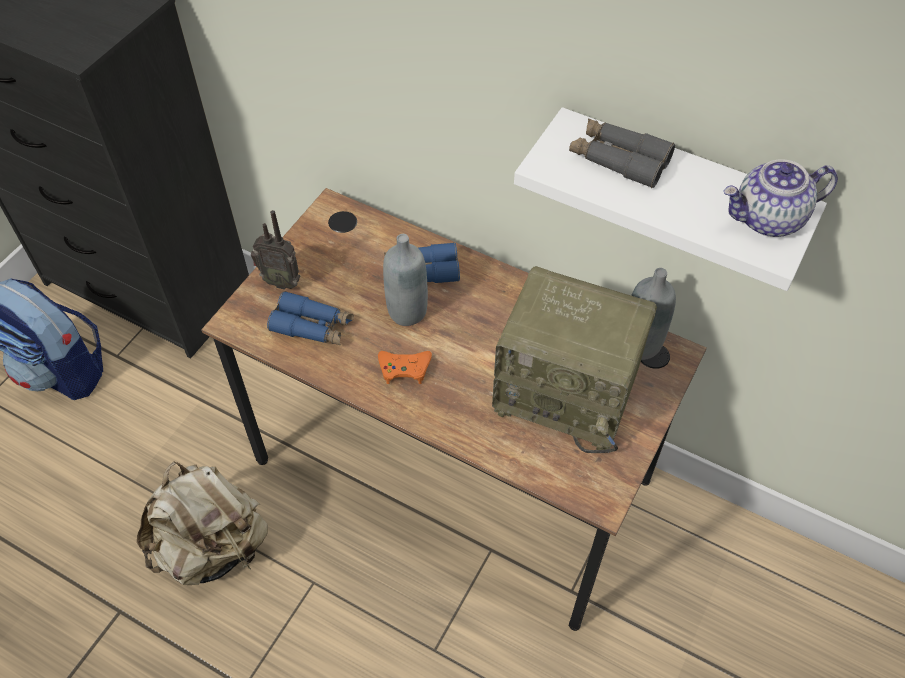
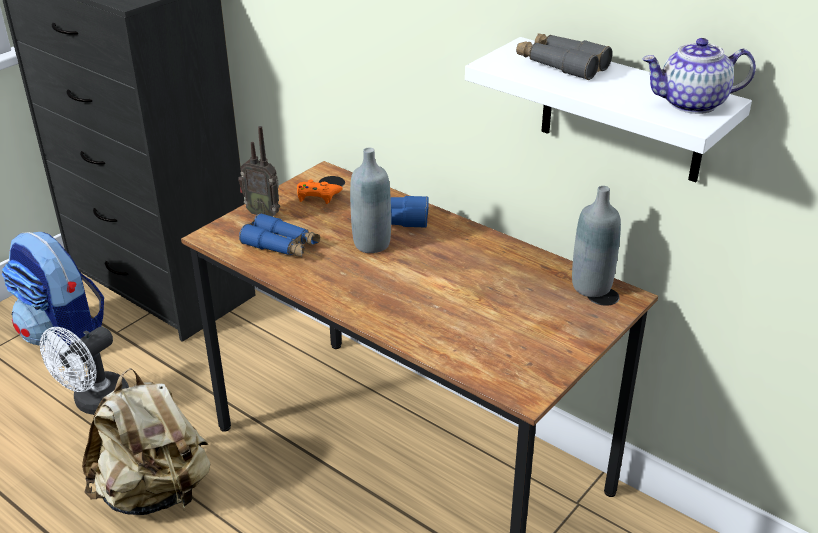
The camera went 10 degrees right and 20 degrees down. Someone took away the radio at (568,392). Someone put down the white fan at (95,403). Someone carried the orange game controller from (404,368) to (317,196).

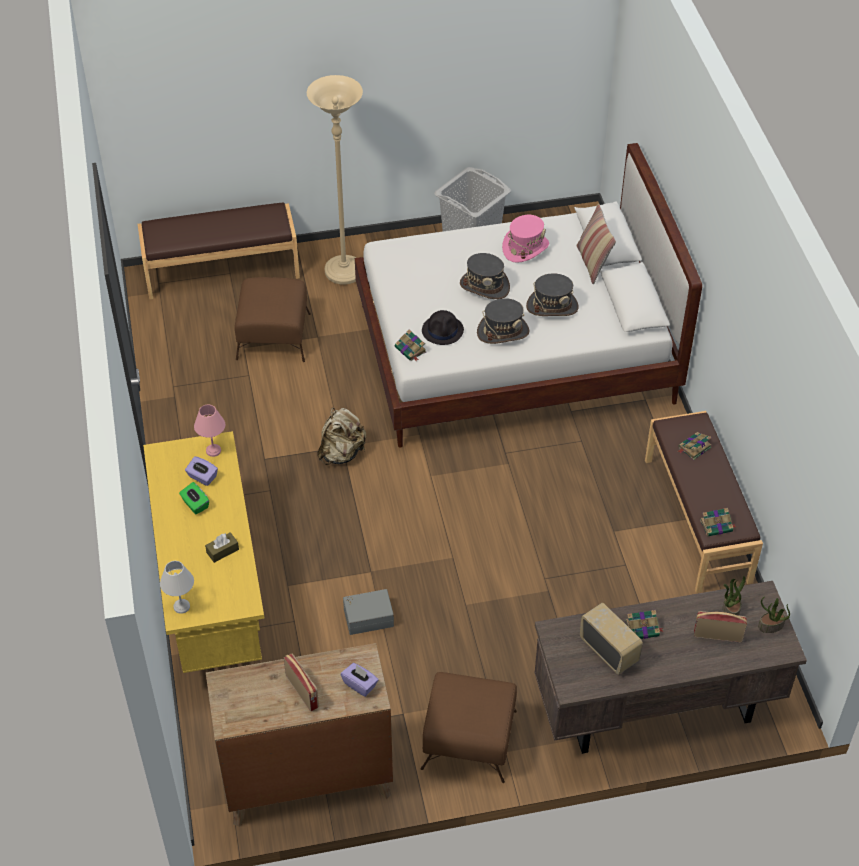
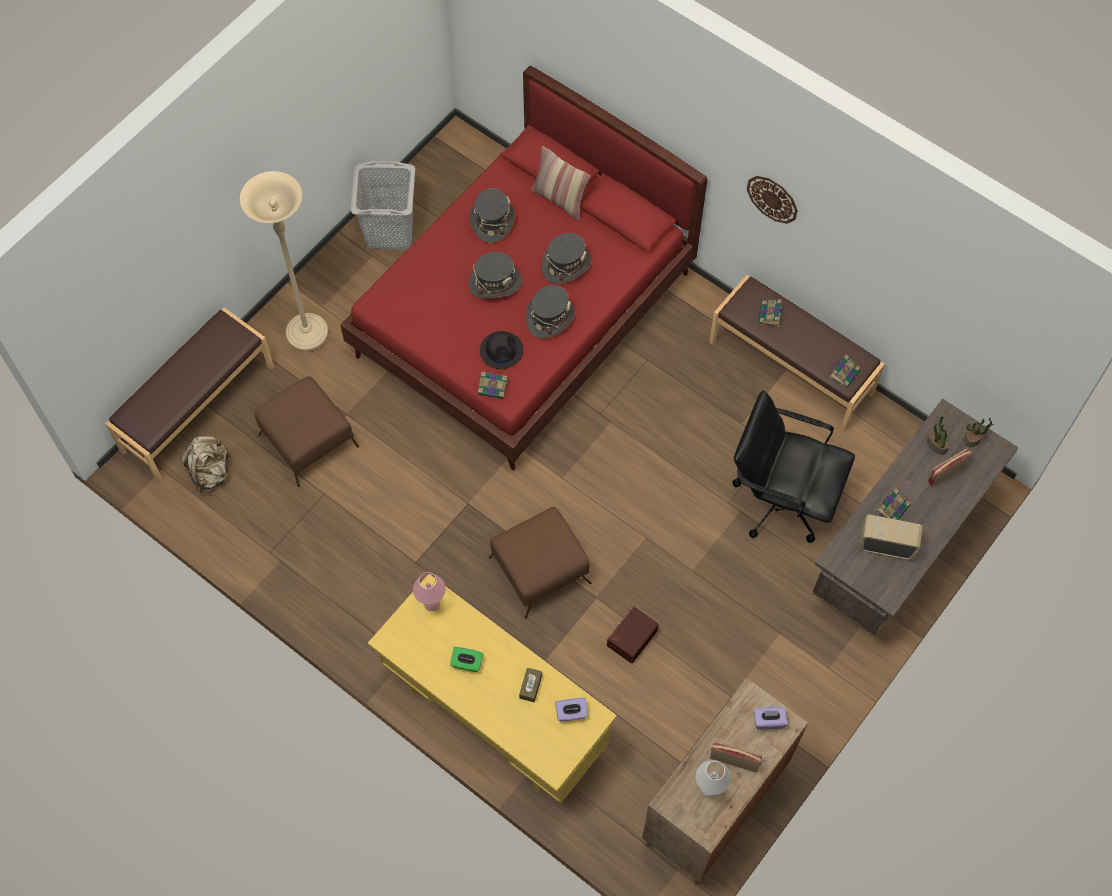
The camera went 40 degrees left and 15 degrees up. Someone put down the black office chair at (781,499). Someone put up the wall clock at (772,199). Someone carried the white table lamp from (181,606) to (708,788). Someone carried the purple tissue box from (202,477) to (571,713). Someone carried the beige backpack from (341,453) to (210,472). Someone carried the brown ottoman from (468,739) to (539,570). Someone repainted the grey storage box at (368,616), which became the brown storage box at (631,637). Someone repainted the white bed at (515,354), which became the red bed at (524,315). Someone repainted the pink hat at (525,248), which became the grey hat at (492,221).

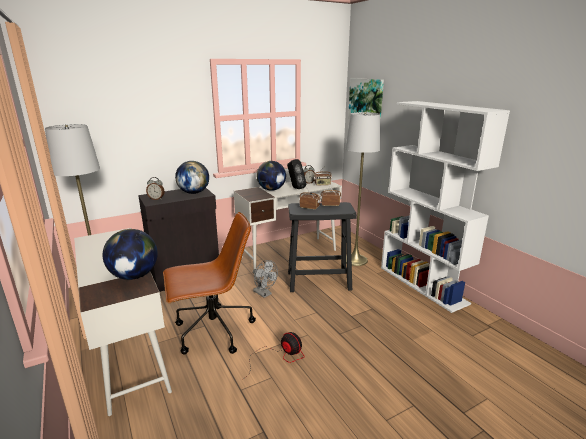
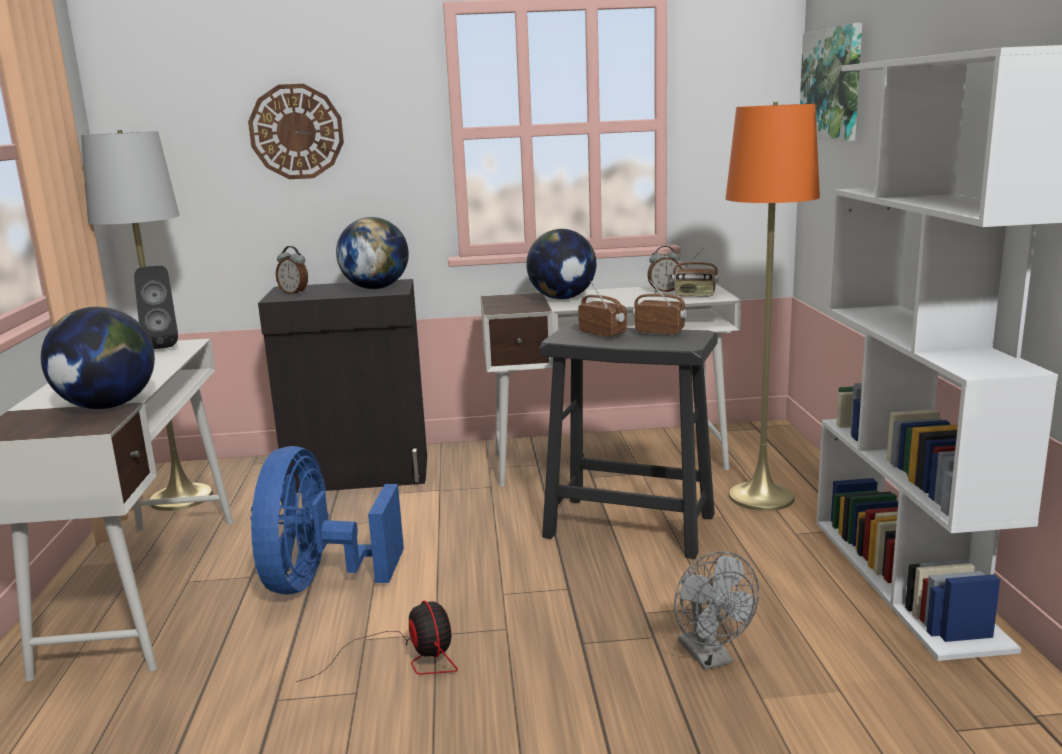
The camera went 25 degrees right and 5 degrees down. Someone put up the wall clock at (296,132). Someone carried the grey fan from (264,294) to (710,658). Someone carried the black speaker from (295,188) to (163,346). Someone swapped the brown office chair at (212,331) for the blue fan at (319,581). Someone repainted the grey floor lamp at (355,260), which became the orange floor lamp at (761,496).

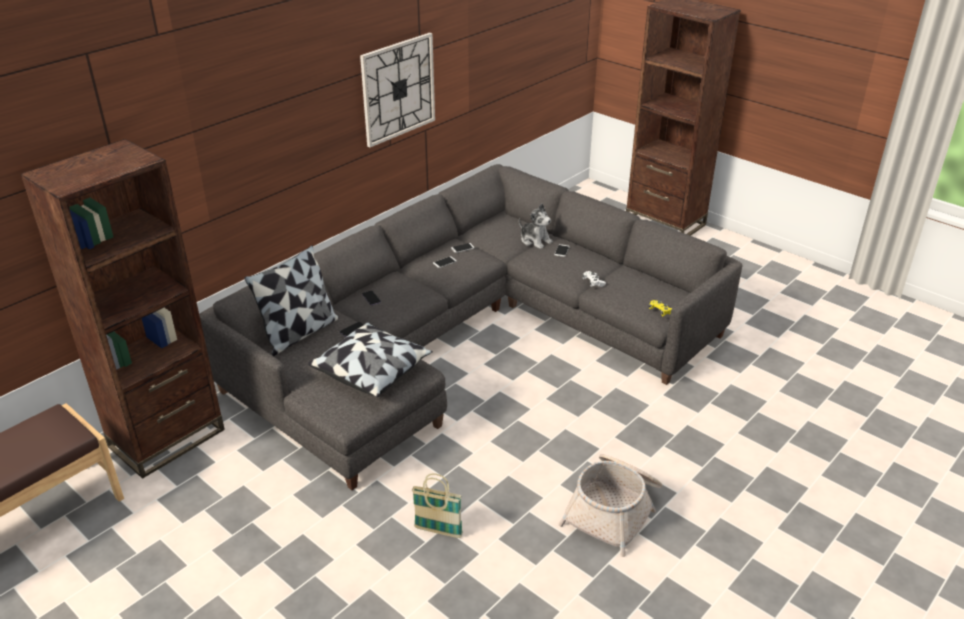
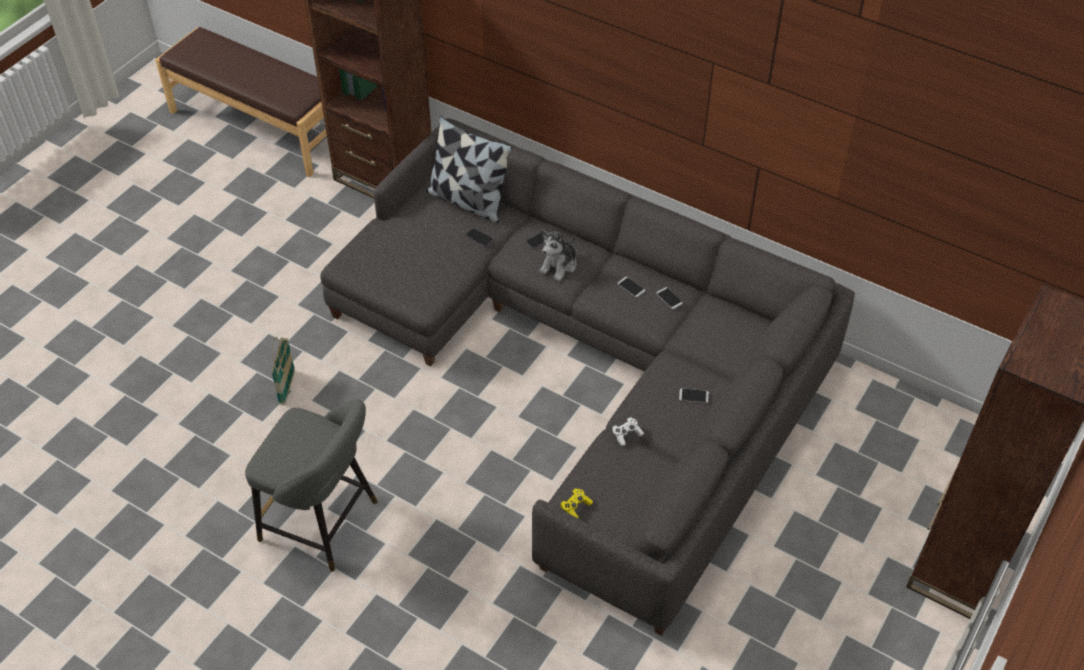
The camera went 80 degrees right and 15 degrees up. Someone took away the pillow at (372,371). Someone took away the wall clock at (398,89). Someone carried the plush toy from (535,240) to (559,265). Someone swapped the basket at (614,510) for the grey stool at (324,523).

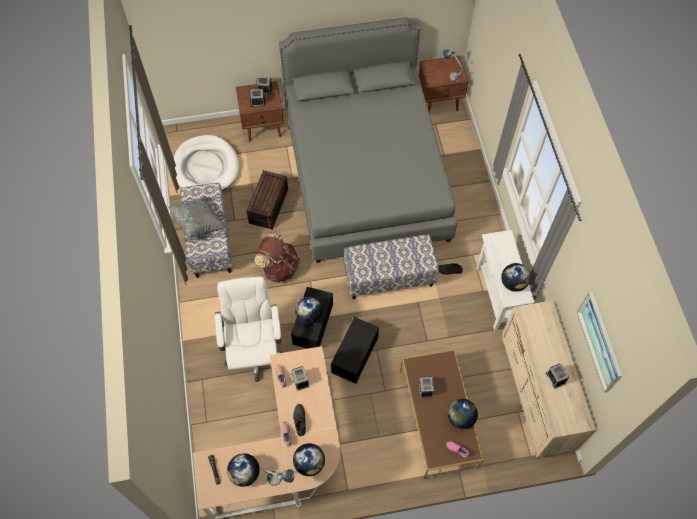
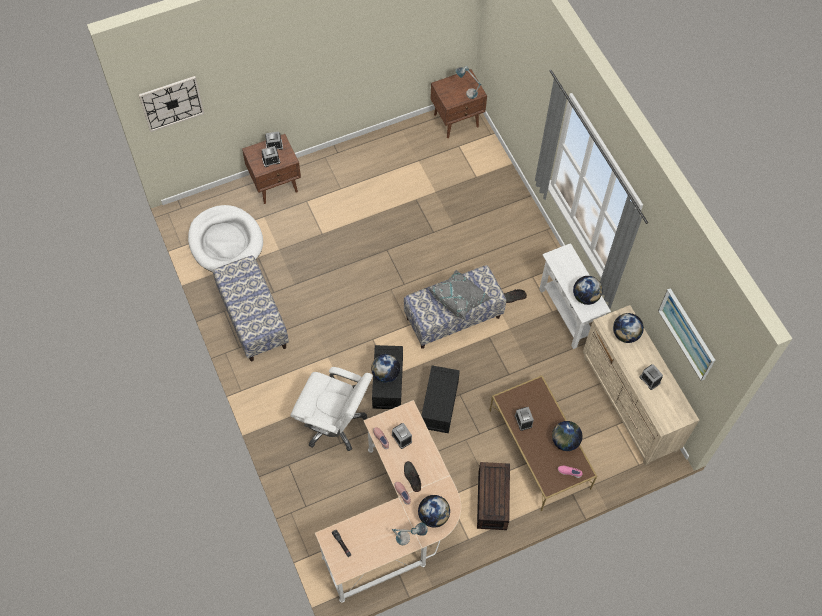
The camera went 15 degrees left and 0 degrees up. Someone took away the brown backpack at (279,267). Someone took away the grey bed at (365,174). Someone put up the wall clock at (172,103). Someone carried the grey pillow from (199,223) to (459,299). Someone carried the globe from (245,473) to (625,334). Someone carried the brown storage box from (268,205) to (491,499). Someone rotated the white office chair at (254,350) by 135 degrees clockwise.

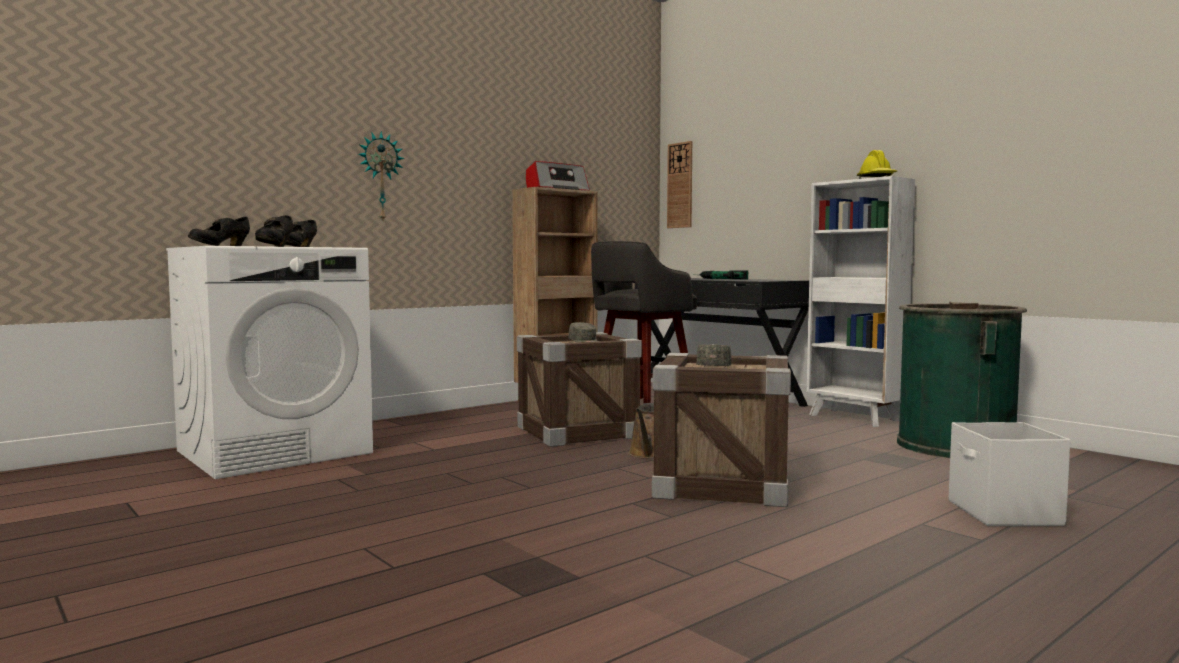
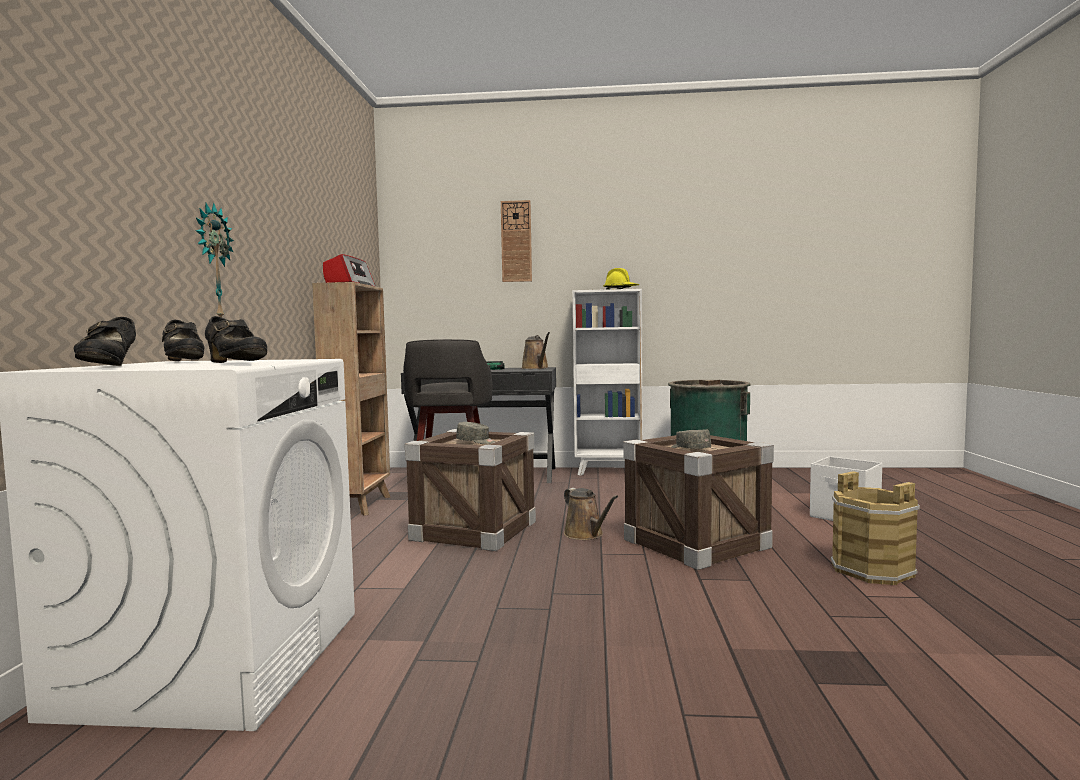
The camera went 45 degrees left and 0 degrees up. Someone put down the brown watering can at (536,368). Someone put down the brown bucket at (872,570). Someone carried the wall clock from (680,185) to (516,241).

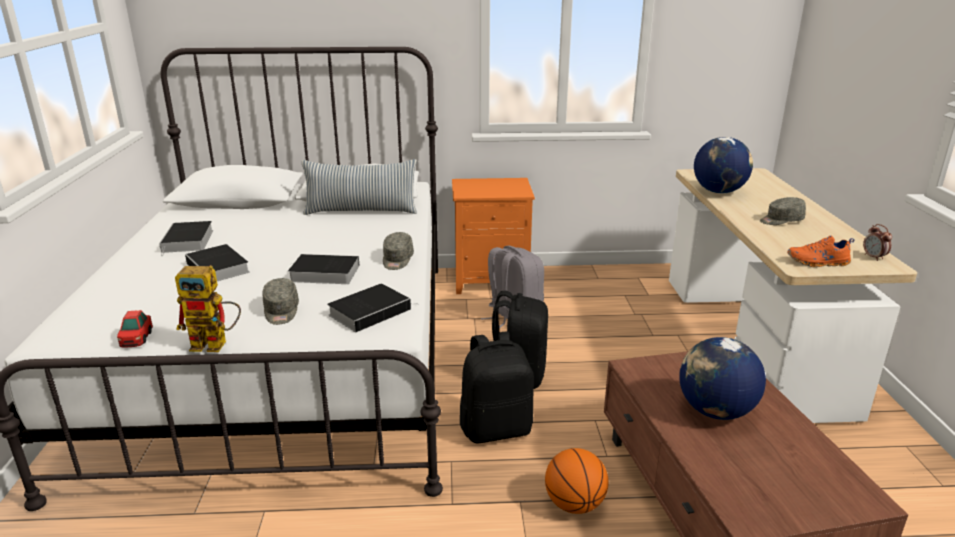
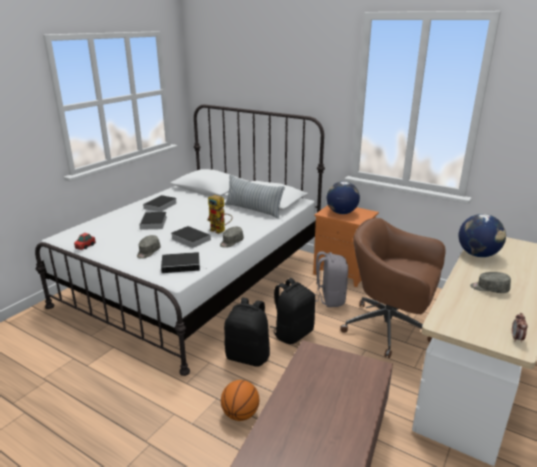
The camera went 35 degrees right and 0 degrees up. Someone took away the orange shoe at (818,263). Someone put down the brown office chair at (389,329). Someone carried the toy robot from (217,344) to (220,231). Someone carried the globe from (715,411) to (341,213).

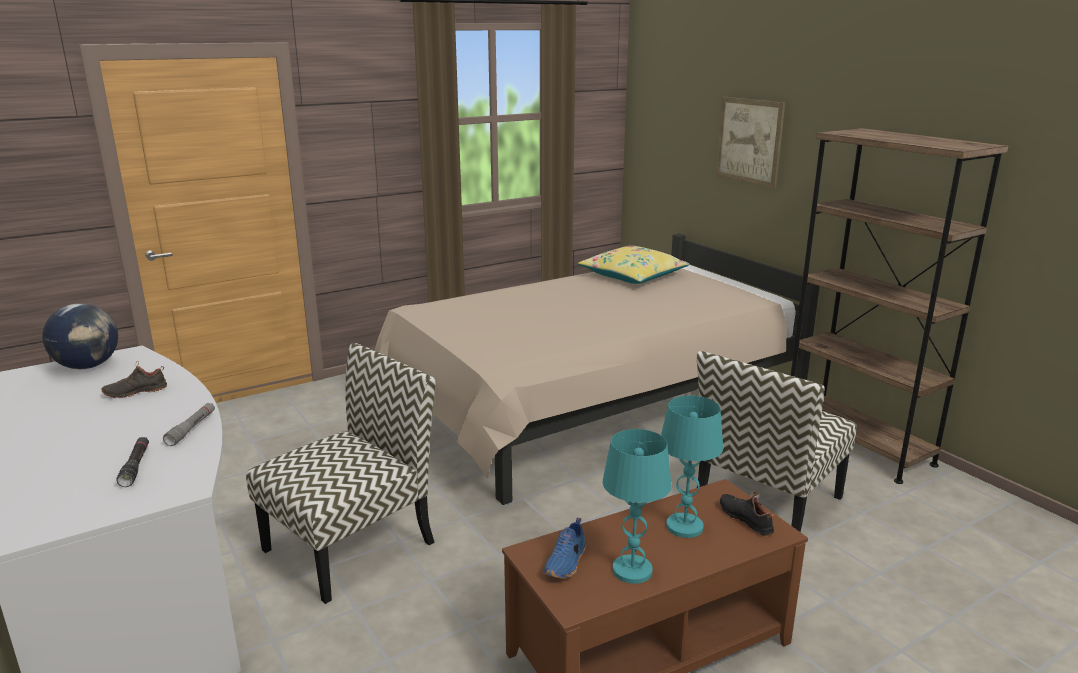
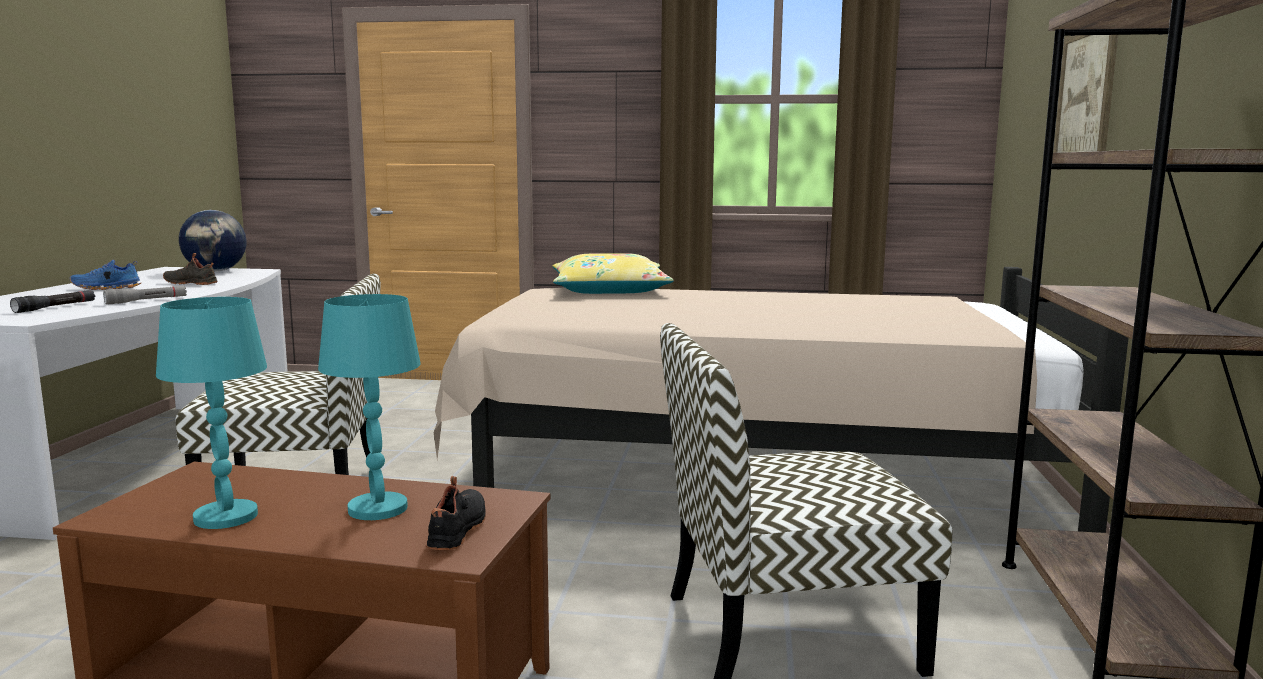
The camera went 40 degrees right and 10 degrees down. Someone carried the blue shoe from (567,563) to (106,288). Someone carried the yellow pillow from (633,276) to (609,290).

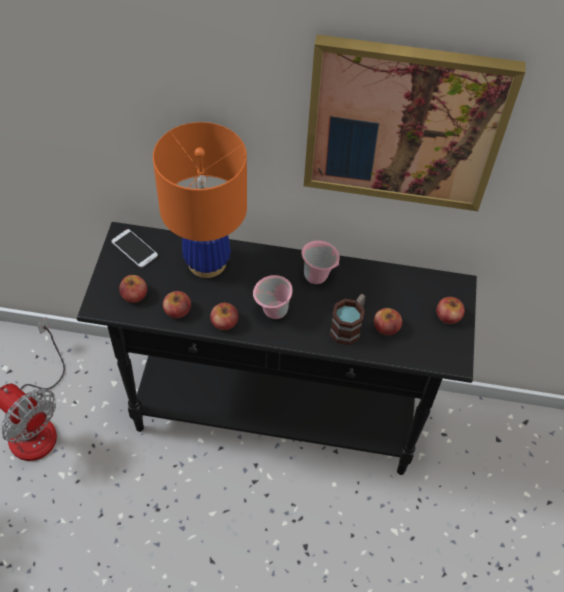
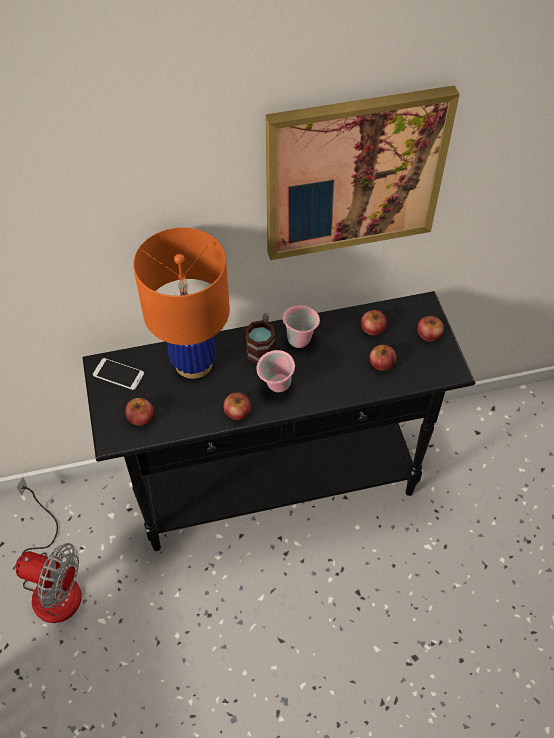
The camera went 20 degrees left and 0 degrees up. Someone carried the apple from (177,310) to (373,328). Someone carried the mug from (349,326) to (262,347).

